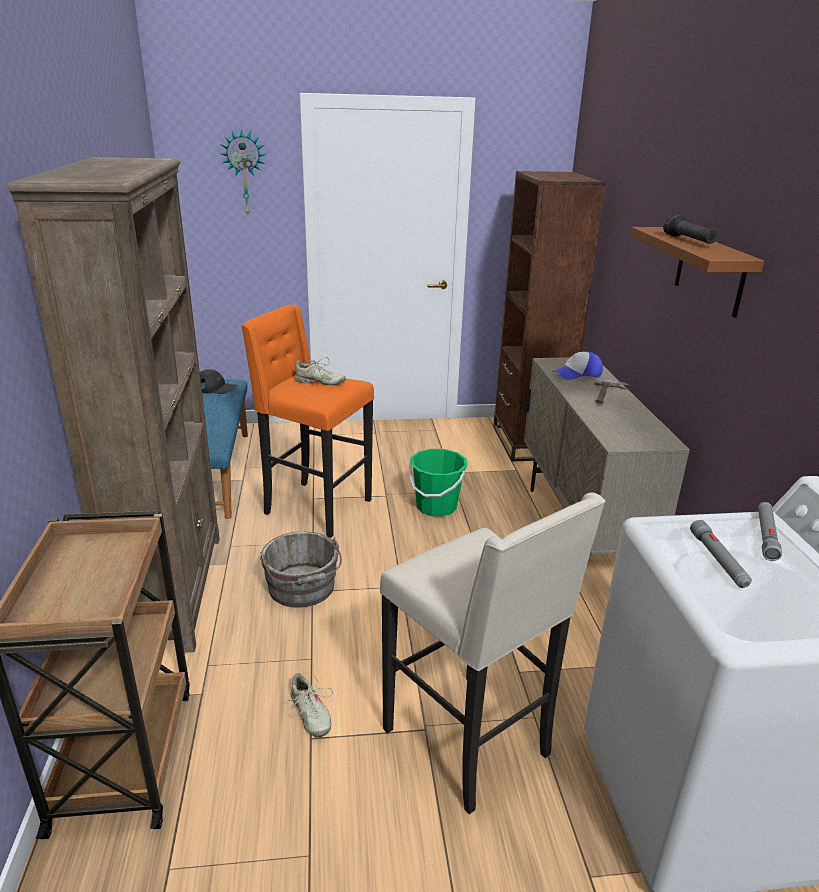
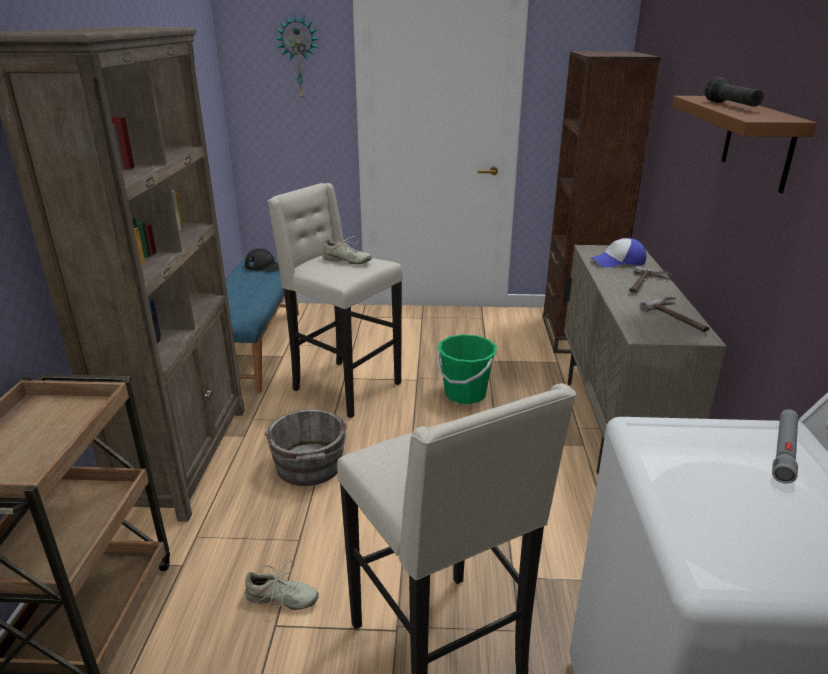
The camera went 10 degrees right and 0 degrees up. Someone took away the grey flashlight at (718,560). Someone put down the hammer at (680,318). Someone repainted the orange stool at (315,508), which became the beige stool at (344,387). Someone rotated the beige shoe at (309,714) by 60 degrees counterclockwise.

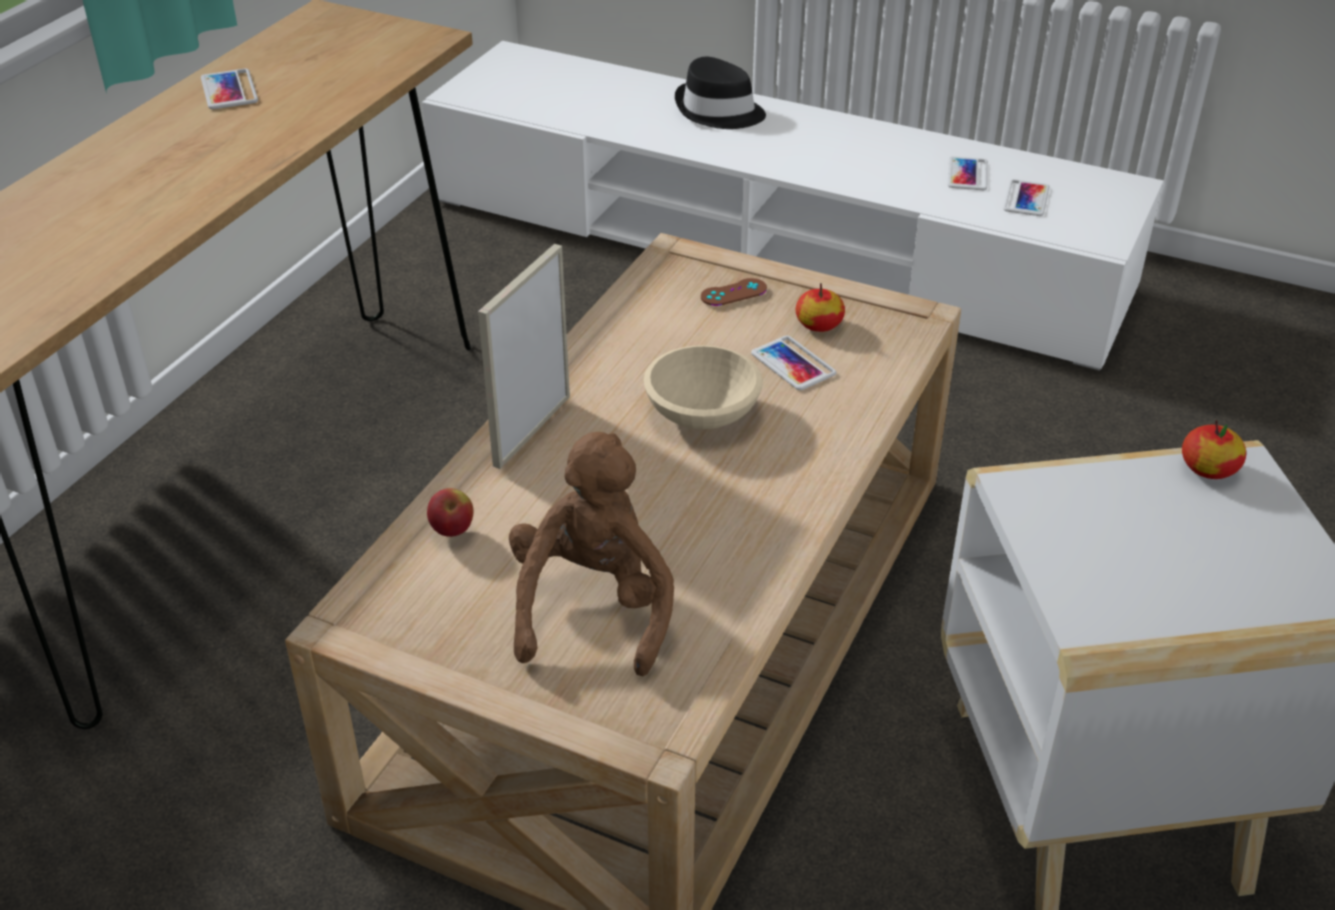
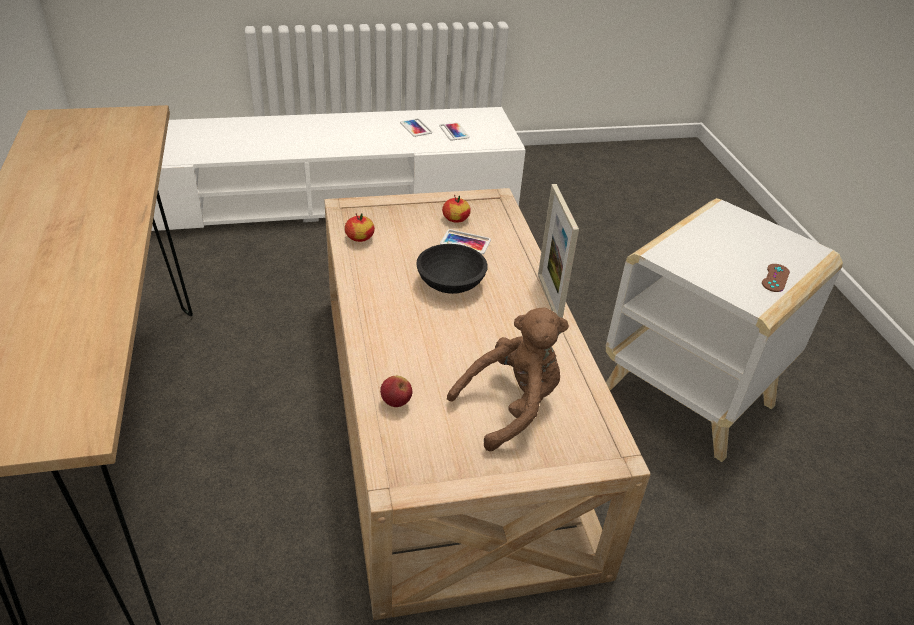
The camera went 40 degrees left and 0 degrees up. Someone took away the phone at (229,90). Someone took away the black hat at (718,111). Someone carried the picture frame from (532,430) to (549,298). Someone carried the brown game controller from (733,292) to (775,278). Someone carried the apple from (1208,469) to (359,237). Someone repainted the beige bowl at (704,412), which became the black bowl at (451,283). Someone rotated the brown plush toy at (593,608) by 90 degrees clockwise.

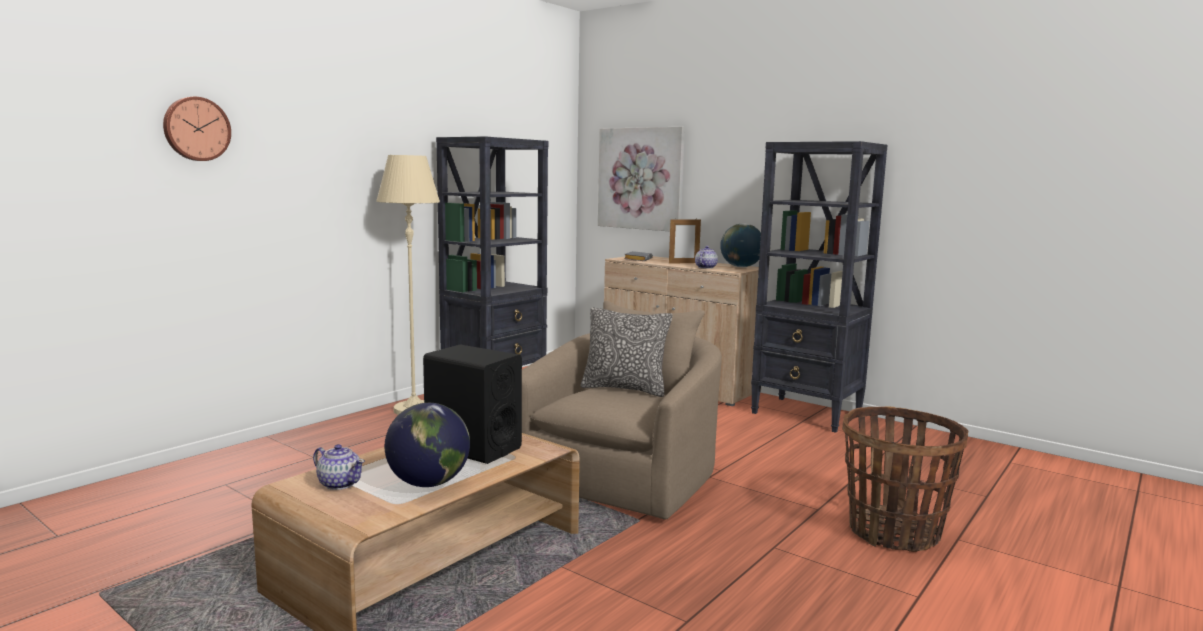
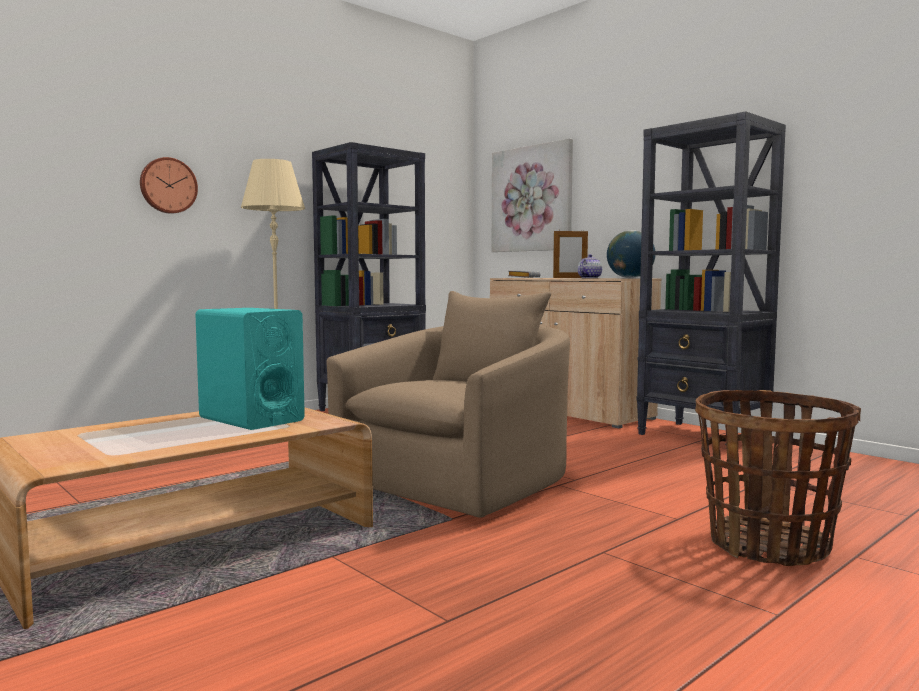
The camera went 10 degrees right and 5 degrees down. Someone took away the teapot at (340,483). Someone took away the globe at (428,483). Someone took away the pillow at (625,389). Someone carried the wall clock from (196,129) to (168,185). Someone repainted the black speaker at (473,448), which became the turquoise speaker at (251,419).

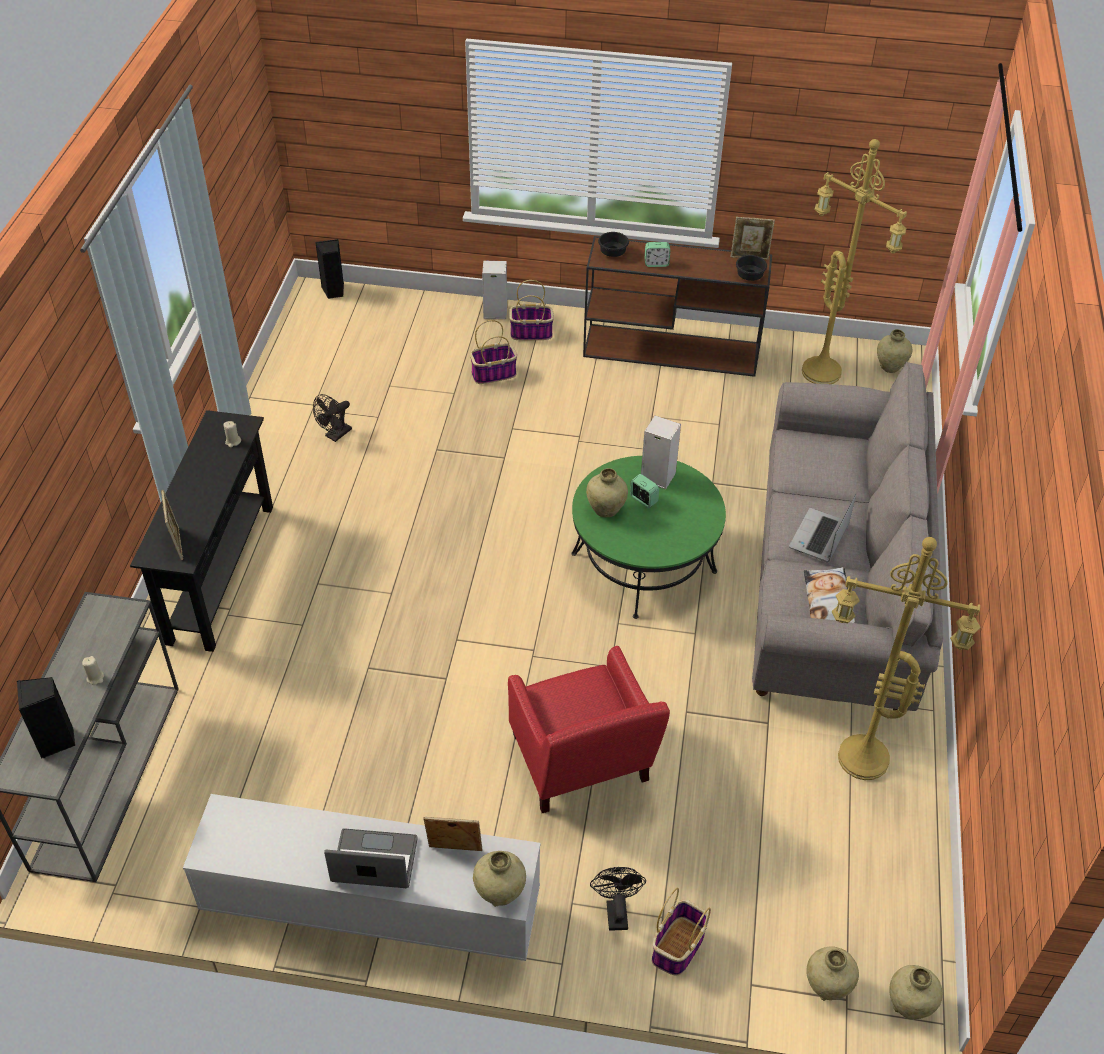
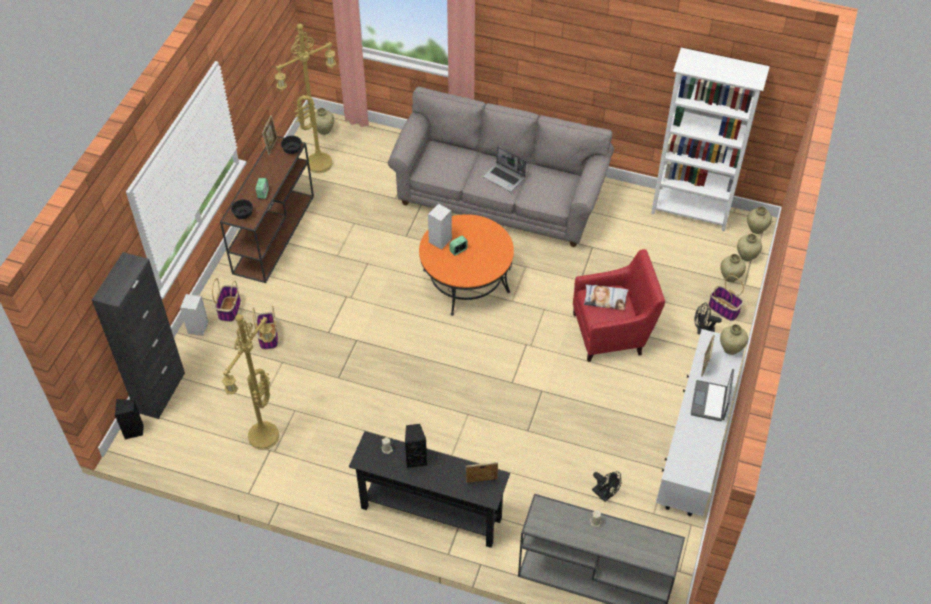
The camera went 80 degrees left and 5 degrees up. Someone put down the black cabinet at (160,392). Someone put down the white bookcase at (691,212). Someone carried the black speaker from (56,741) to (416,459). Someone carried the black fan from (335,435) to (604,495). Someone carried the beige vase from (606,510) to (730,277). Someone carried the pillow from (828,600) to (605,299). Someone carried the yellow floor lamp from (860,761) to (264,438). Someone repainted the green coffee table at (644,562), which became the orange coffee table at (466,281).

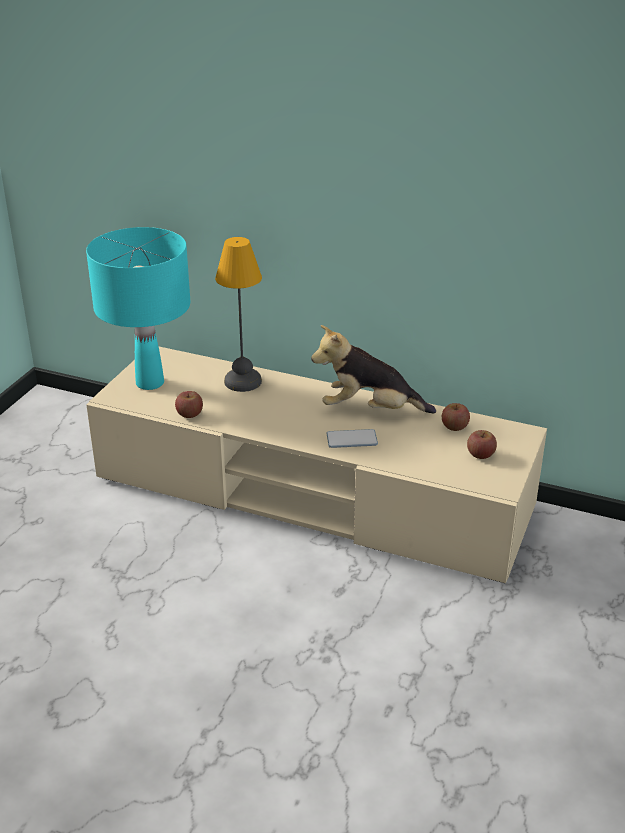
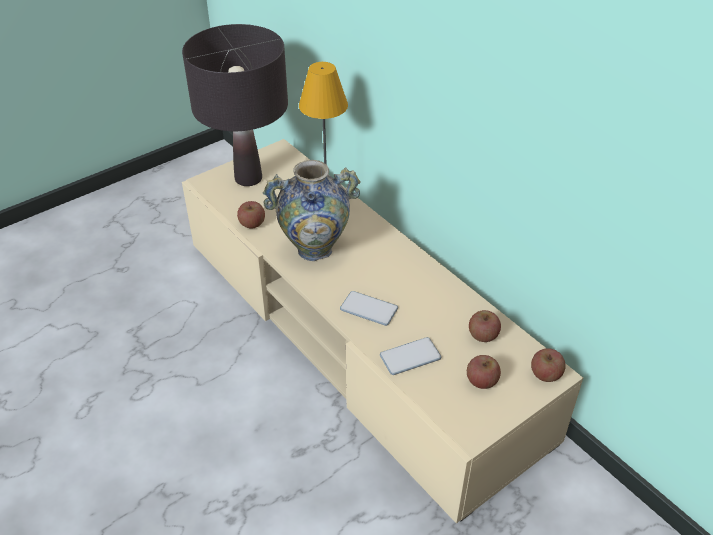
The camera went 30 degrees right and 10 degrees up. Someone took away the plush toy at (370,410). Someone put down the vase at (315,249). Someone put down the phone at (410,357). Someone put down the apple at (545,374). Someone repainted the turquoise table lamp at (150,383), which became the black table lamp at (249,178).

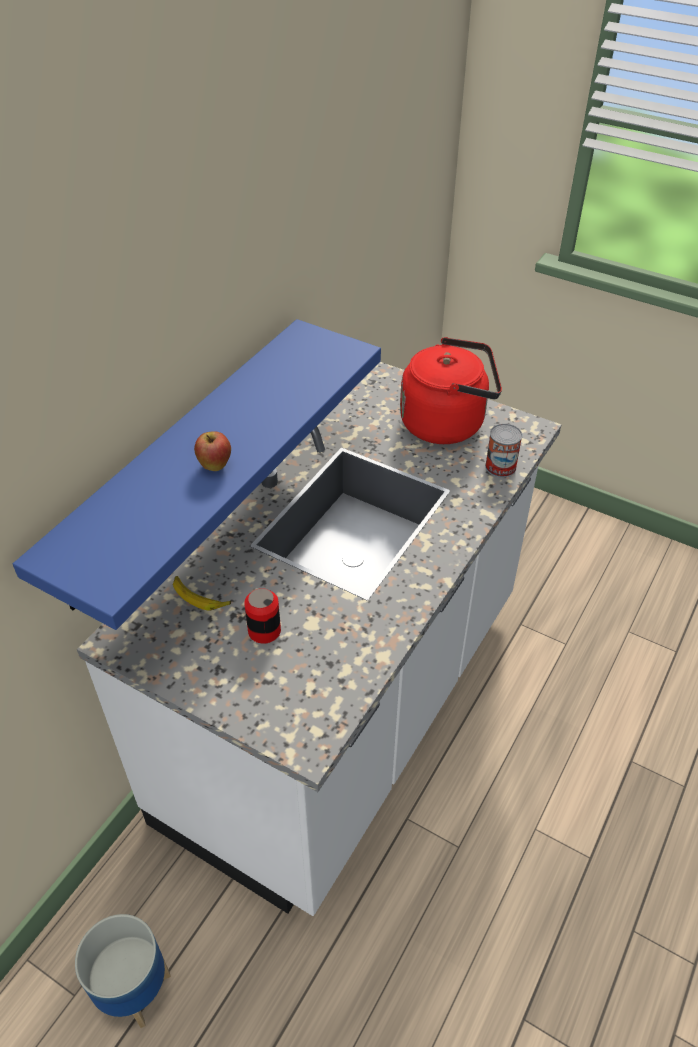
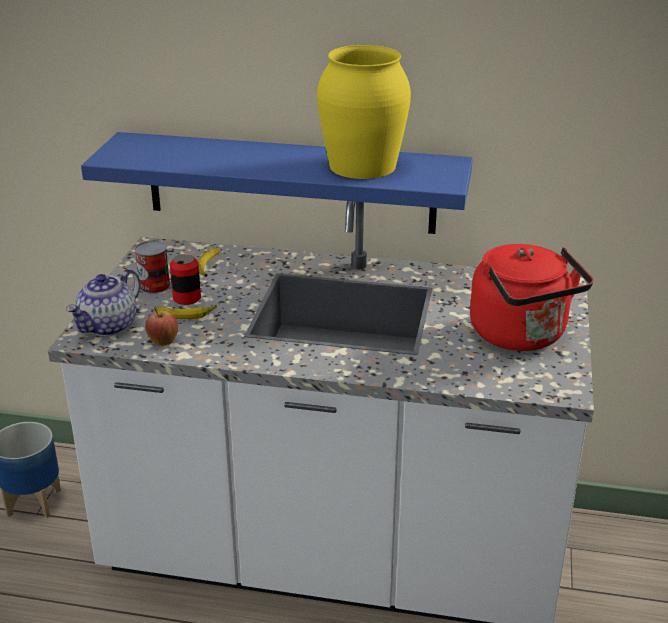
The camera went 70 degrees right and 15 degrees down. Someone put down the teapot at (108,326). Someone put down the banana at (185,314). Someone put down the yellow vase at (363,166). Someone carried the apple from (215,466) to (163,343). Someone carried the can from (500,467) to (154,286).

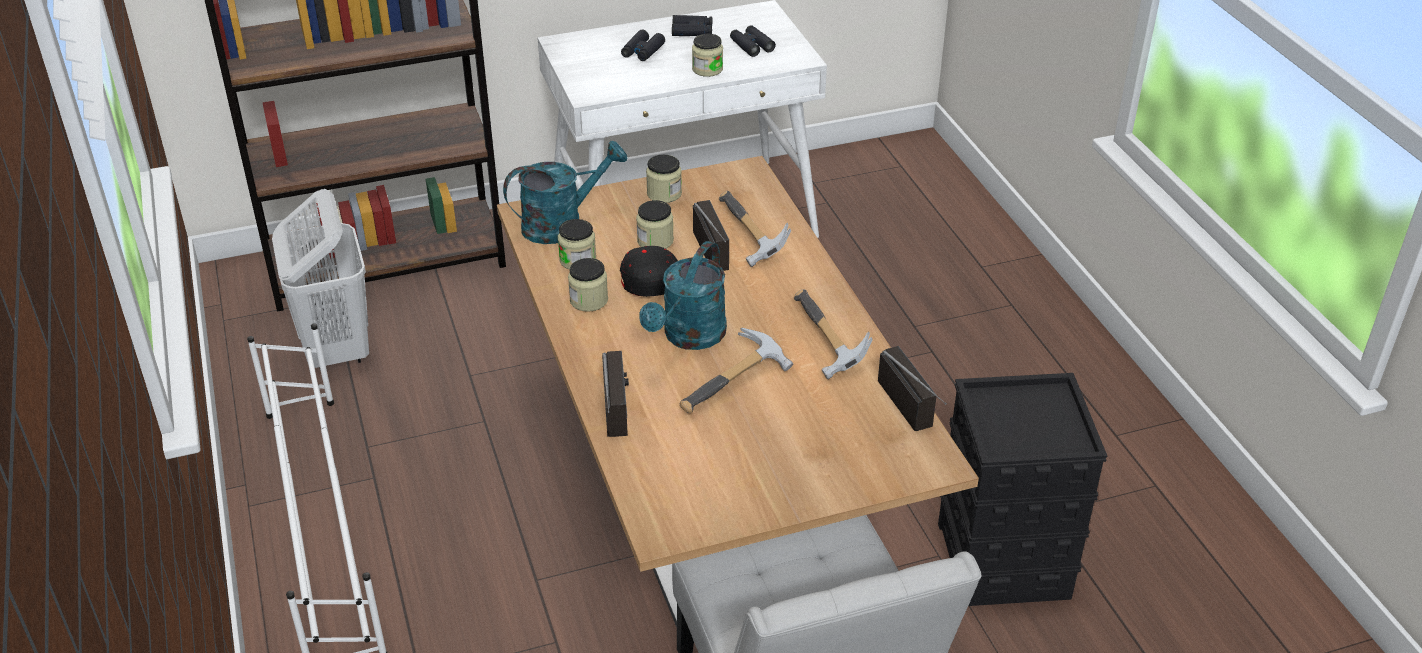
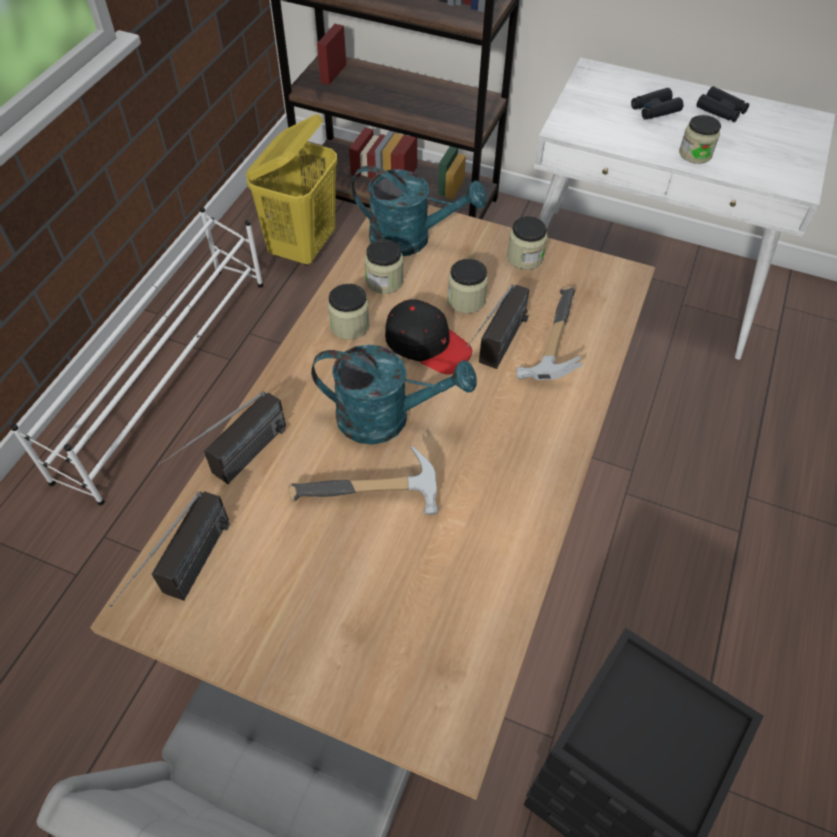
The camera went 40 degrees right and 15 degrees up. Someone took away the black binoculars at (752,46). Someone took away the hammer at (822,342). Someone carried the radio from (917,417) to (186,579). Someone repainted the white laundry basket at (336,349), which became the yellow laundry basket at (303,247). Someone rotated the turquoise watering can at (689,337) by 150 degrees counterclockwise.

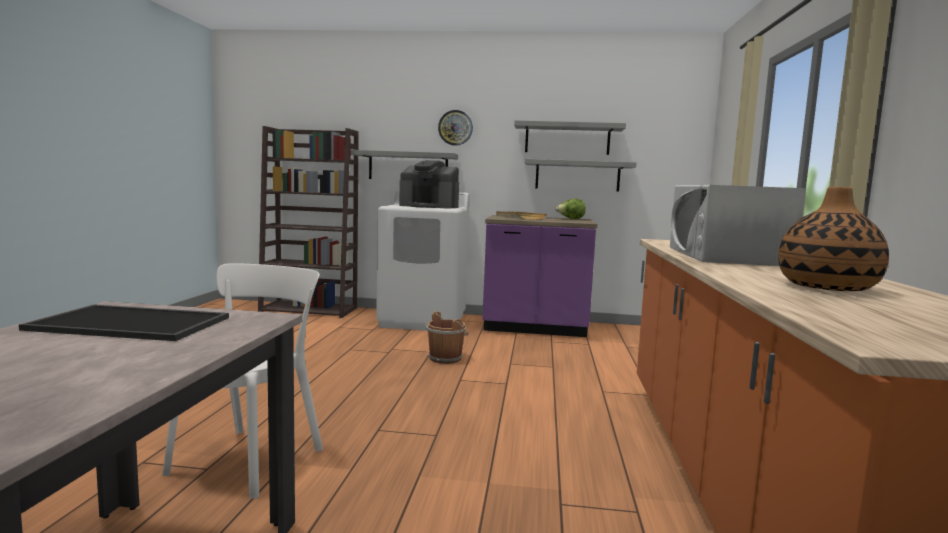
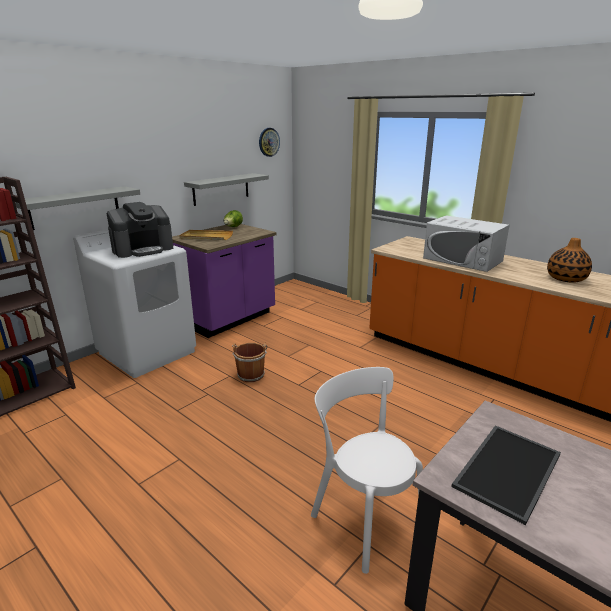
The camera went 55 degrees left and 15 degrees up. Someone took away the grey shelf at (567,139). Someone carried the wall clock from (455,128) to (269,142).

